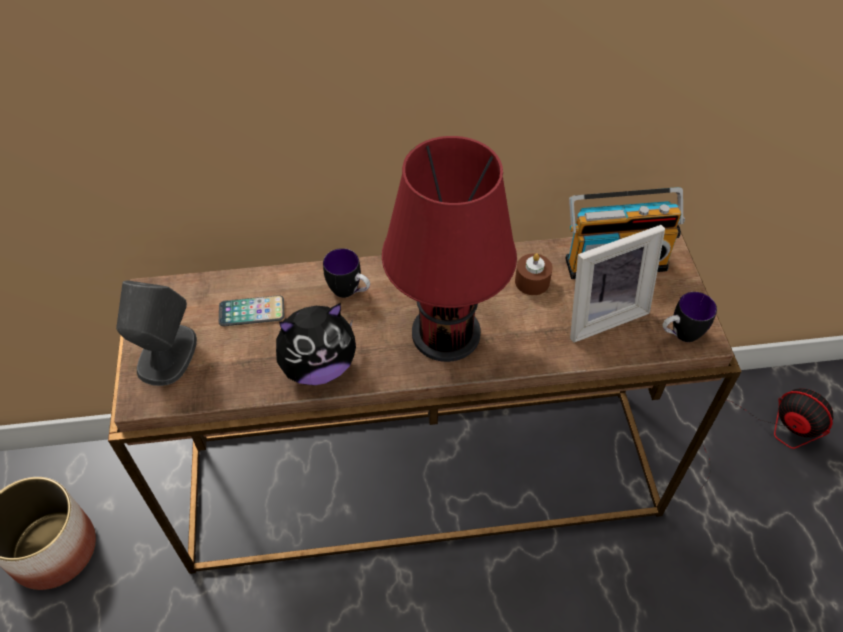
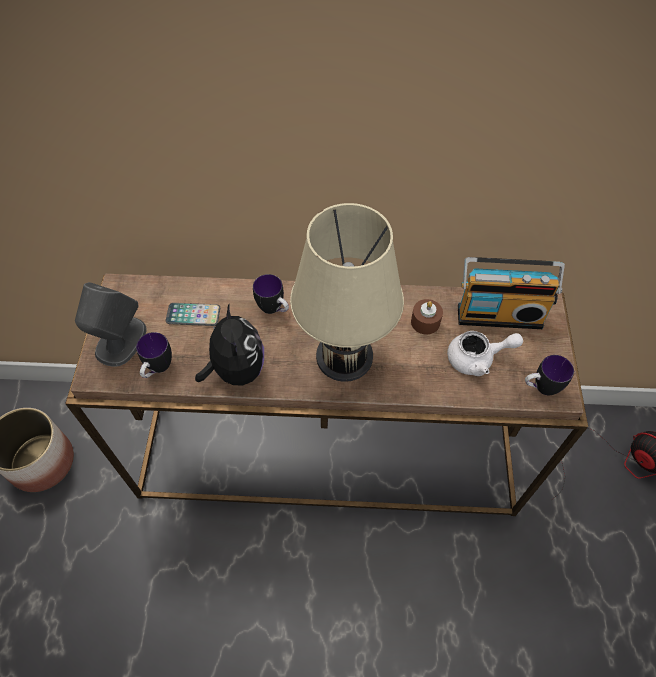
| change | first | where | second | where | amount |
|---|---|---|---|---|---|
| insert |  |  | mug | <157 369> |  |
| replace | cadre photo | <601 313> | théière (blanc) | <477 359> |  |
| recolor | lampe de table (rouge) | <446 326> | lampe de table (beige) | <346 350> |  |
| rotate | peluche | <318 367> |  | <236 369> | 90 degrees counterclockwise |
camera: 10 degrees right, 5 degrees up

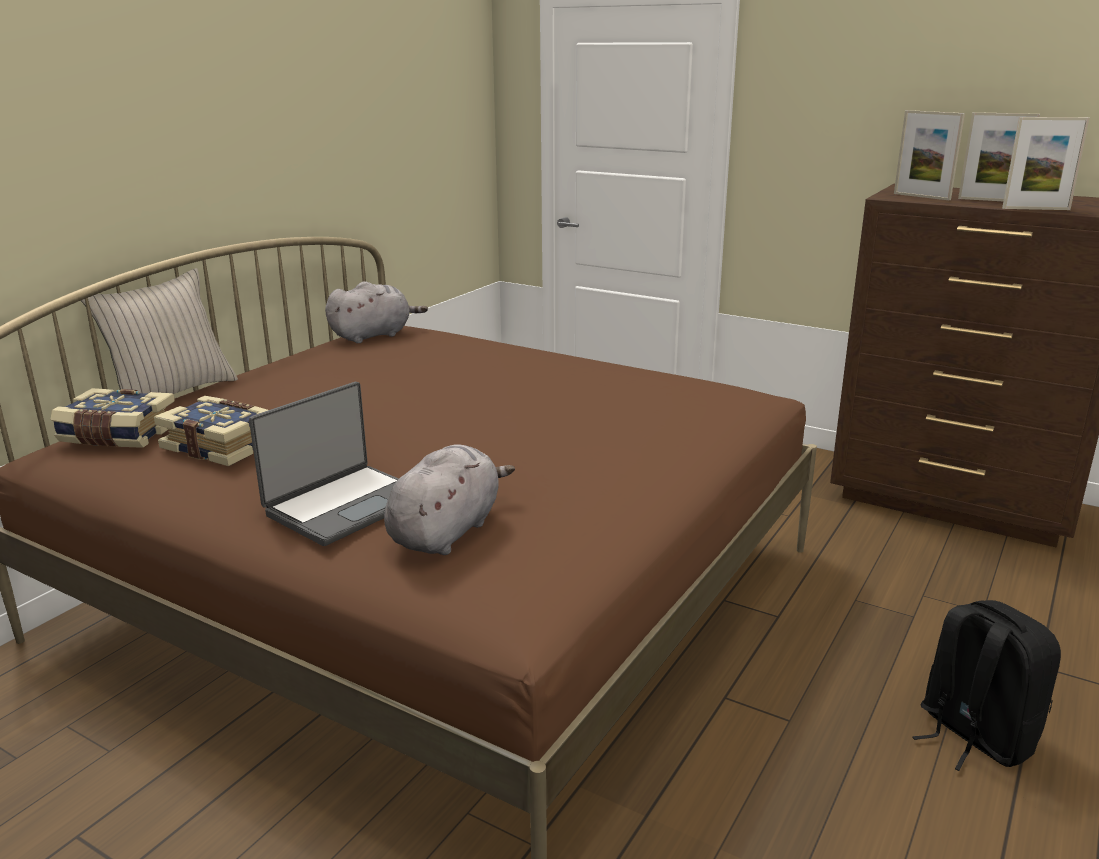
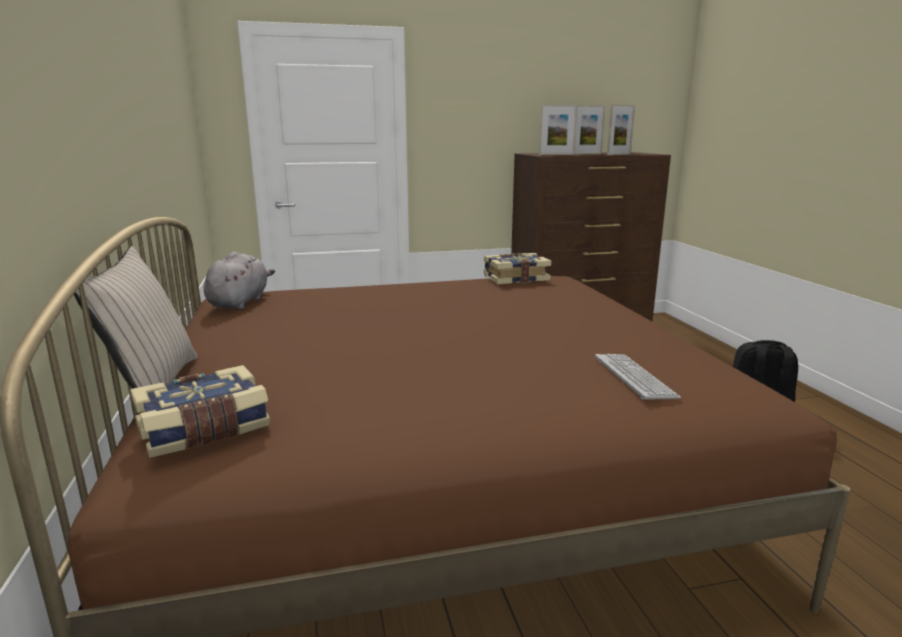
| change | first | where | second | where | amount |
|---|---|---|---|---|---|
| delete | ordinateur portable | <344 505> |  |  |  |
| move | livre | <222 445> |  | <515 278> |  |
| replace | peluche (gris) | <447 531> | clavier | <634 377> |  |
camera: 45 degrees left, 5 degrees down

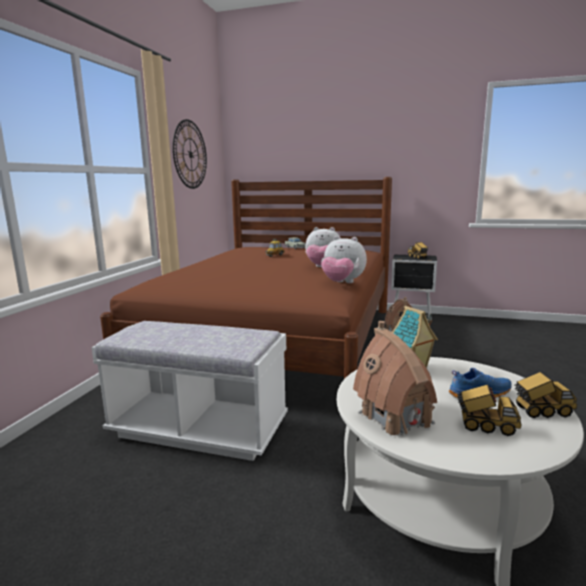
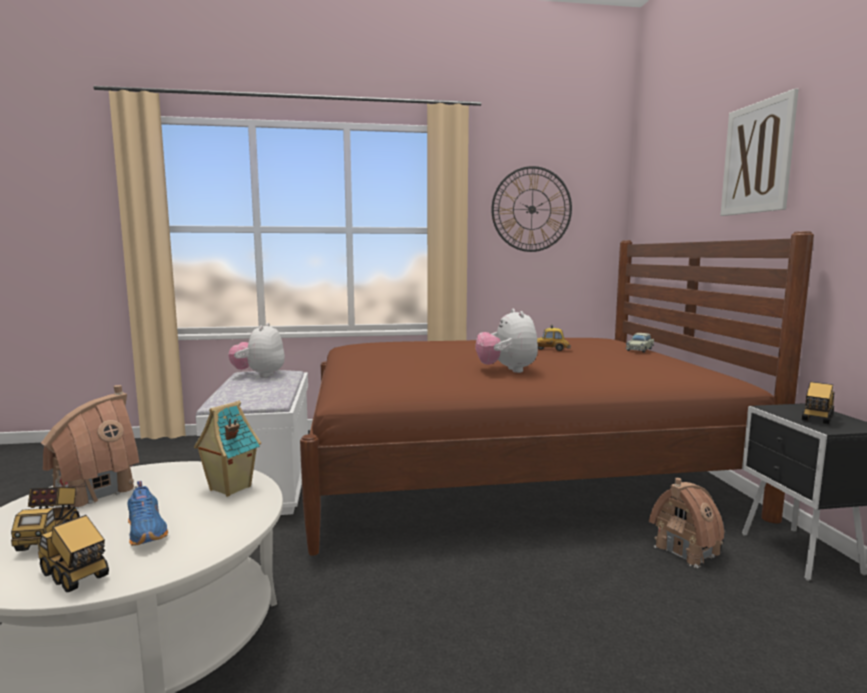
| change | first | where | second | where | amount |
|---|---|---|---|---|---|
| insert |  |  | tableau | <757 158> |  |
| move | peluche | <342 283> |  | <259 375> |  |
| rotate | camion jouet | <541 411> |  | <76 576> | 150 degrees clockwise |
camera: 65 degrees right, 5 degrees down

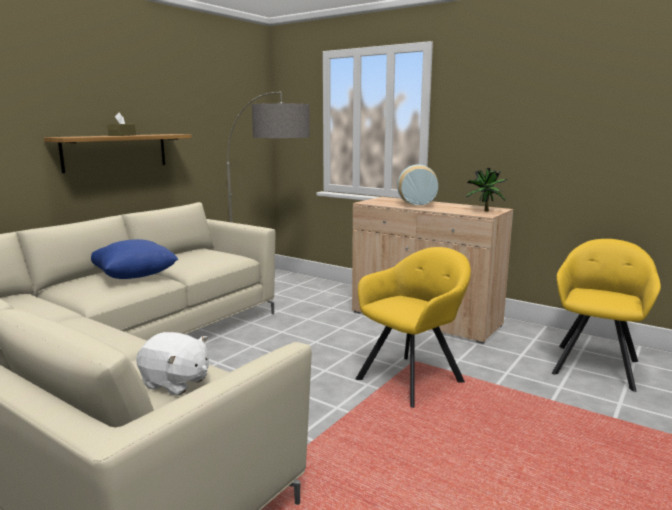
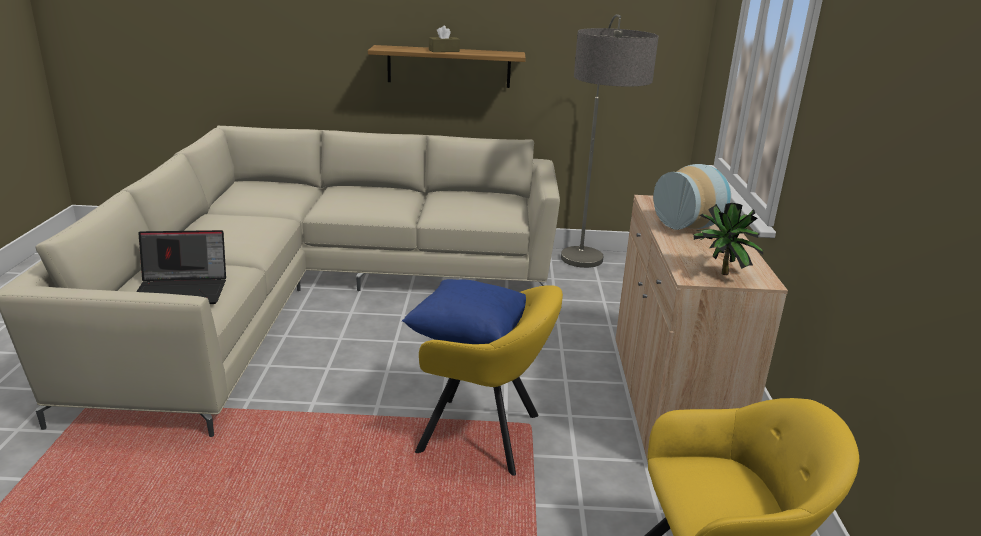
| change | first | where | second | where | amount |
|---|---|---|---|---|---|
| move | coussin (bleu) | <134 277> |  | <468 337> |  |
| replace | peluche (blanc) | <175 383> | ordinateur portable | <182 290> |  |
camera: 55 degrees right, 10 degrees up

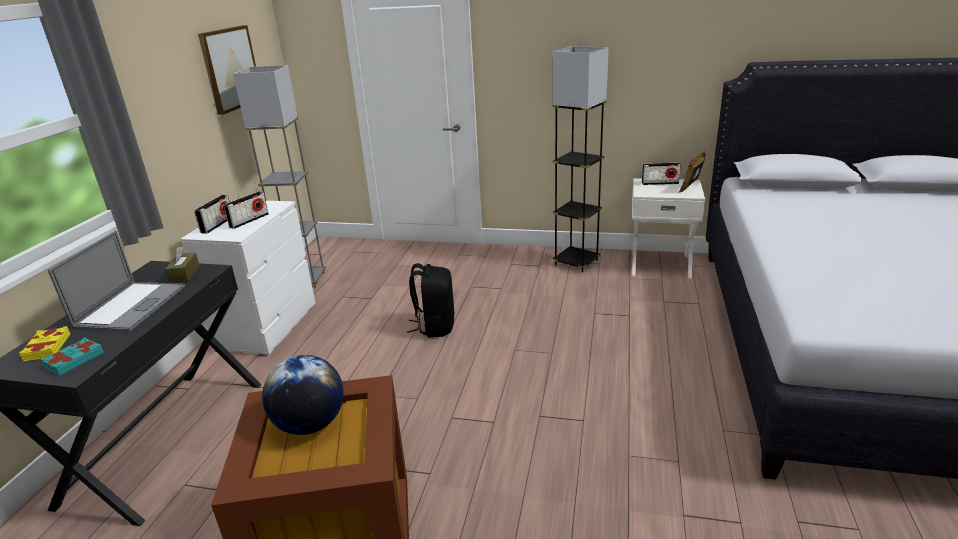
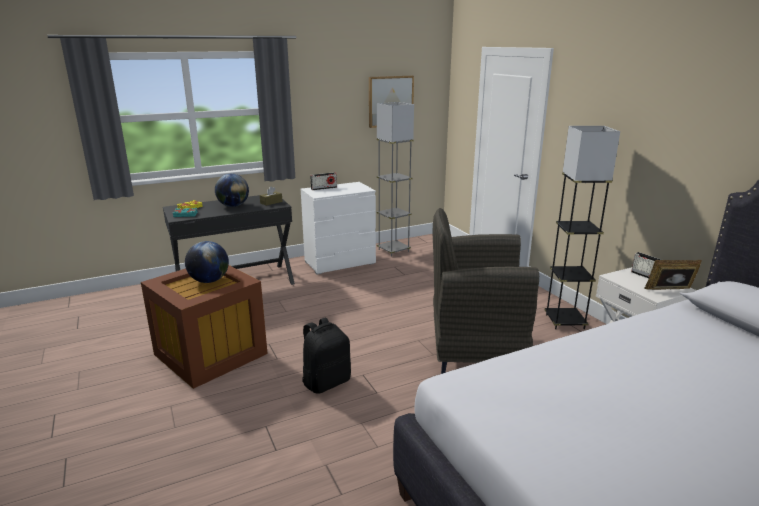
| change | first | where | second | where | amount |
|---|---|---|---|---|---|
| delete | radio | <249 220> |  |  |  |
| insert |  |  | fauteuil (gris) | <474 352> |  |
| move | sac à dos (noir) | <435 326> |  | <326 382> |  |
| replace | ordinateur portable | <131 306> | globe | <233 206> |  |
camera: 50 degrees right, 5 degrees down

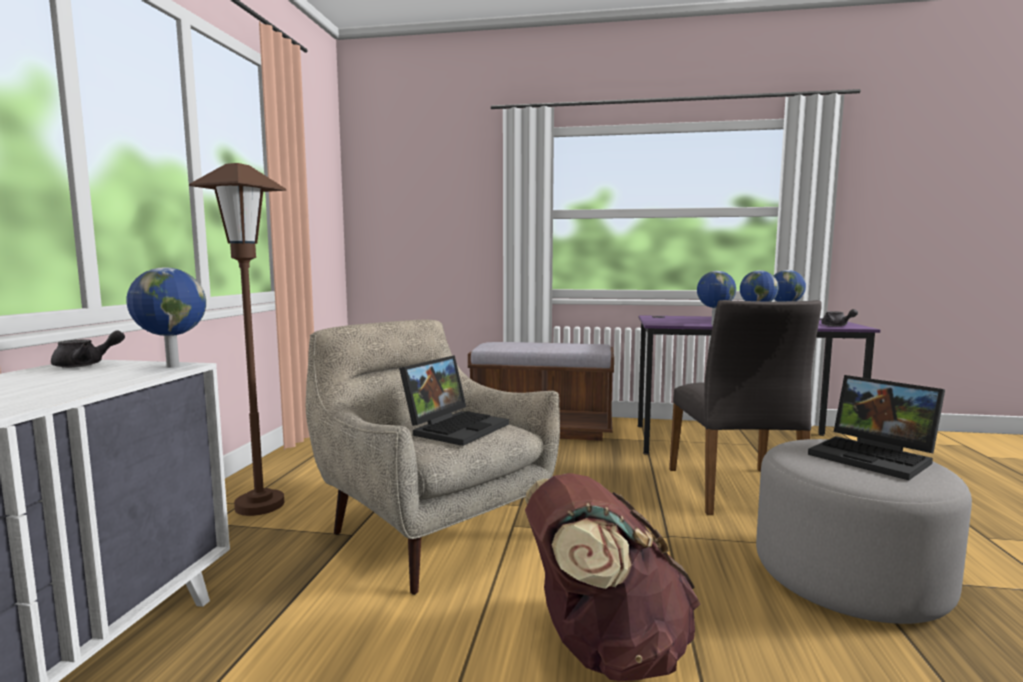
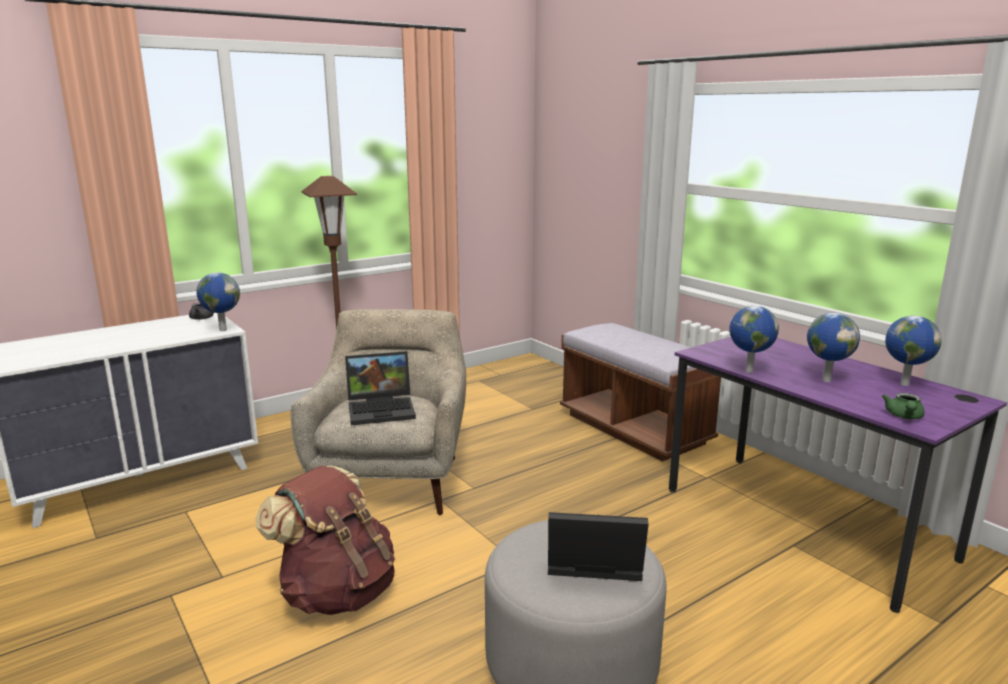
| change | first | where | second | where | amount |
|---|---|---|---|---|---|
| delete | chaise (gris) | <735 491> |  |  |  |
| recolor | théière (gris) | <837 326> | théière (vert) | <904 417> |  |
| rotate | ordinateur portable | <875 457> |  | <591 563> | 90 degrees clockwise |
camera: 45 degrees right, 10 degrees up

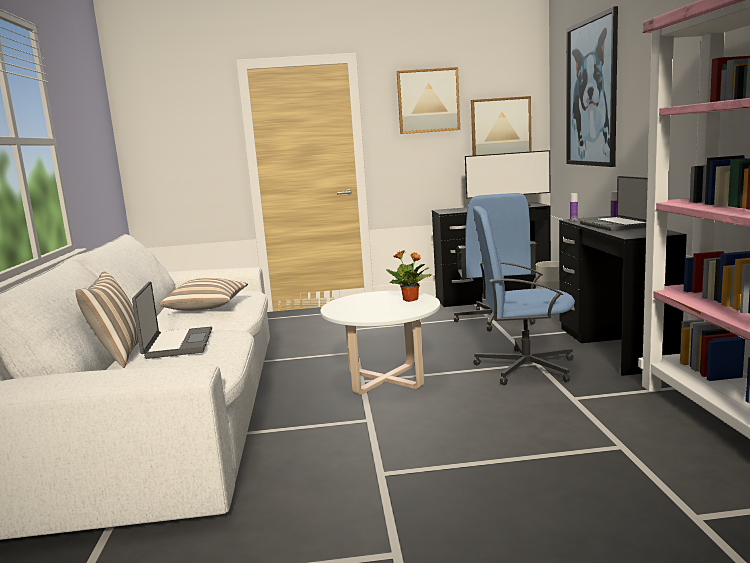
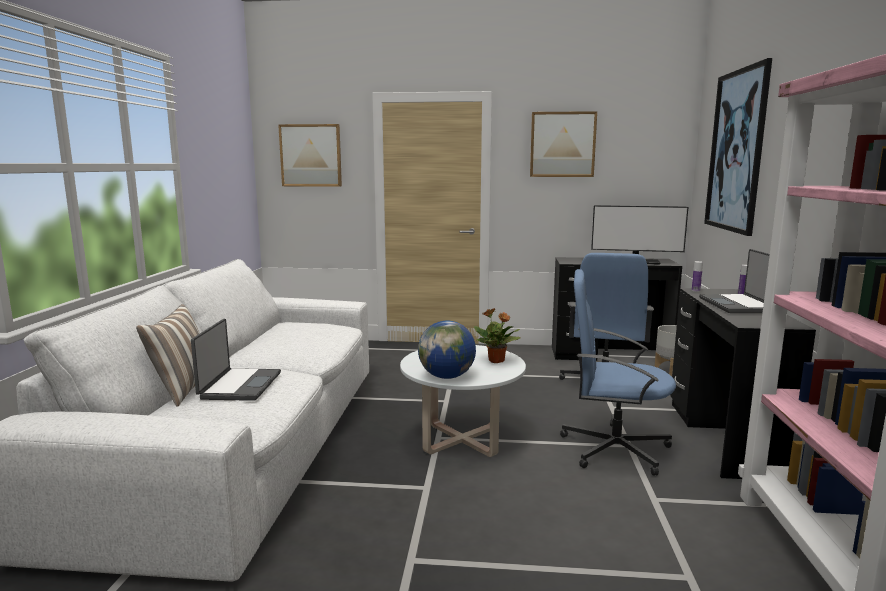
| change | first | where | second | where | amount |
|---|---|---|---|---|---|
| delete | coussin | <208 307> |  |  |  |
| insert |  |  | globe | <447 377> |  |
| move | tableau | <500 128> |  | <311 155> |  |
camera: 10 degrees right, 0 degrees up

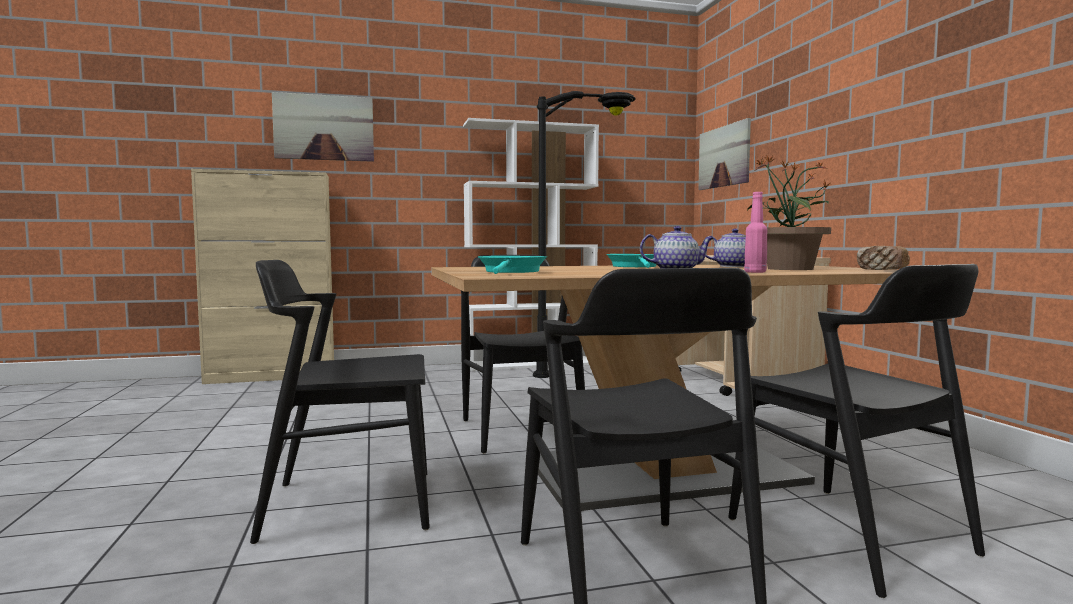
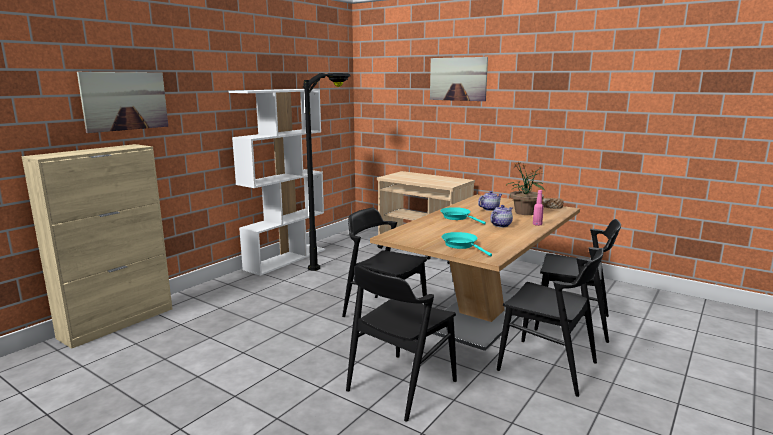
| change | first | where | second | where | amount |
|---|---|---|---|---|---|
| move | tableau | <724 156> |  | <458 79> |  |
camera: 40 degrees left, 10 degrees up

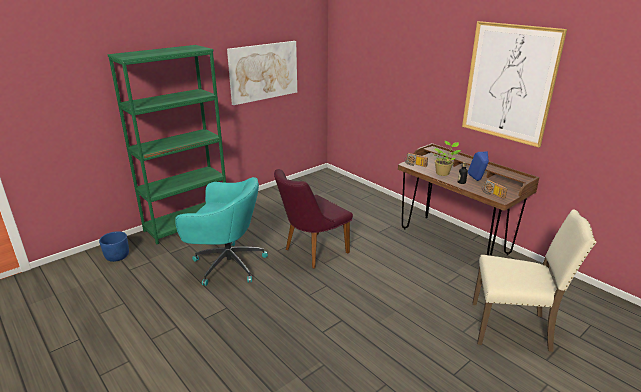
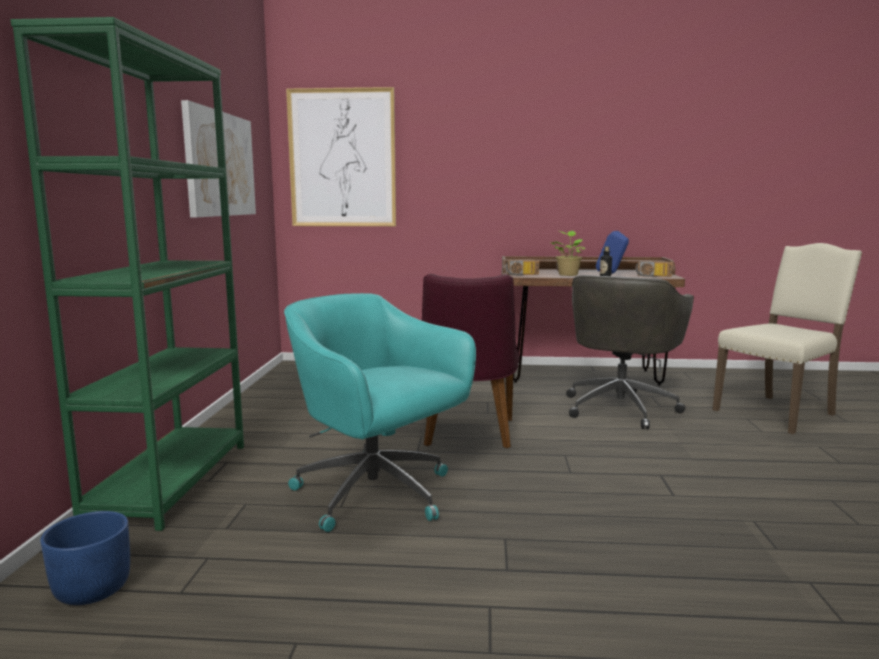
| change | first | where | second | where | amount |
|---|---|---|---|---|---|
| insert |  |  | chaise de bureau (gris) | <621 407> |  |
| move | tableau | <509 83> |  | <342 158> |  |
| rotate | chaise de bureau (turquoise) | <227 264> |  | <377 495> | 105 degrees counterclockwise |
camera: 45 degrees left, 15 degrees down

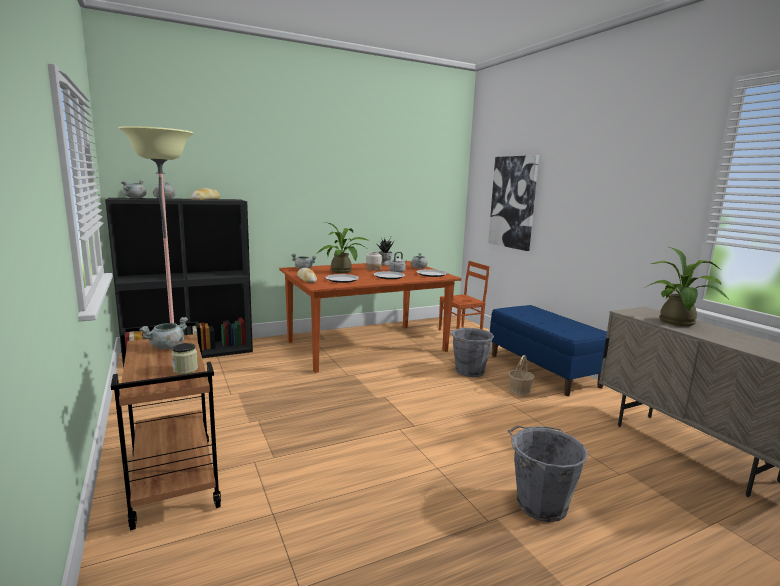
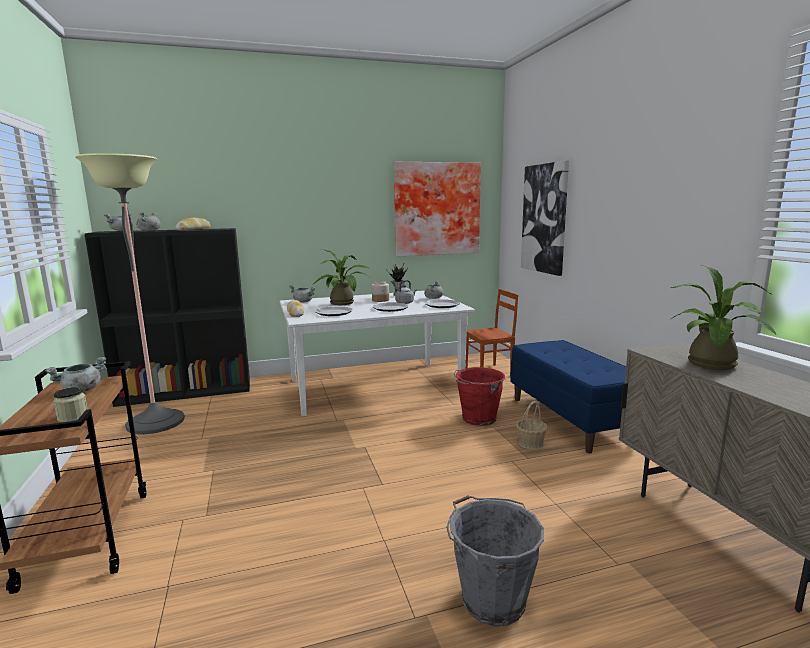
| change | first | where | second | where | amount |
|---|---|---|---|---|---|
| insert |  |  | tableau | <436 209> |  |
| recolor | table à manger (marron) | <366 346> | table à manger (blanc) | <373 387> |  |
| recolor | seau (gris) | <469 371> | seau (rouge) | <478 419> |  |
camera: 10 degrees right, 0 degrees up

